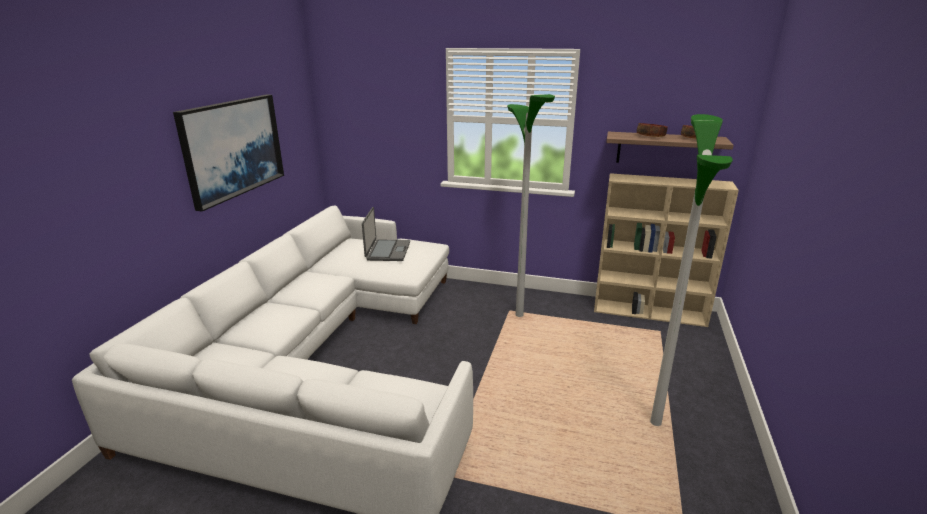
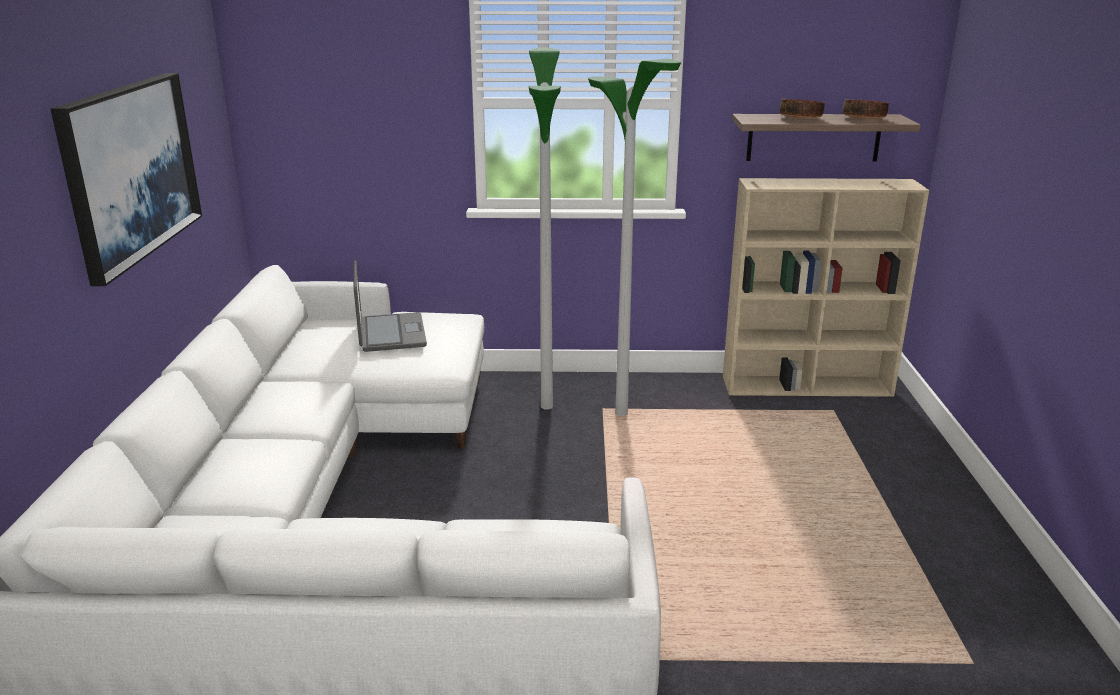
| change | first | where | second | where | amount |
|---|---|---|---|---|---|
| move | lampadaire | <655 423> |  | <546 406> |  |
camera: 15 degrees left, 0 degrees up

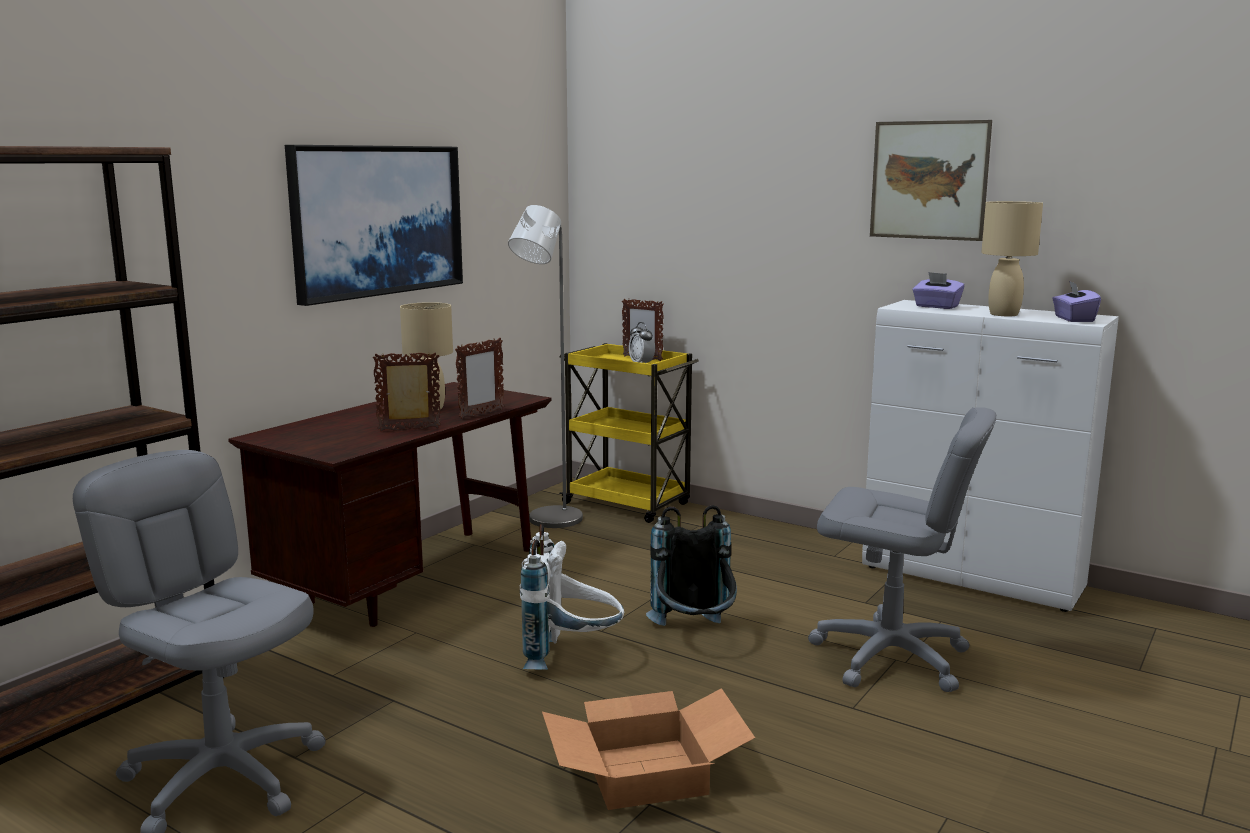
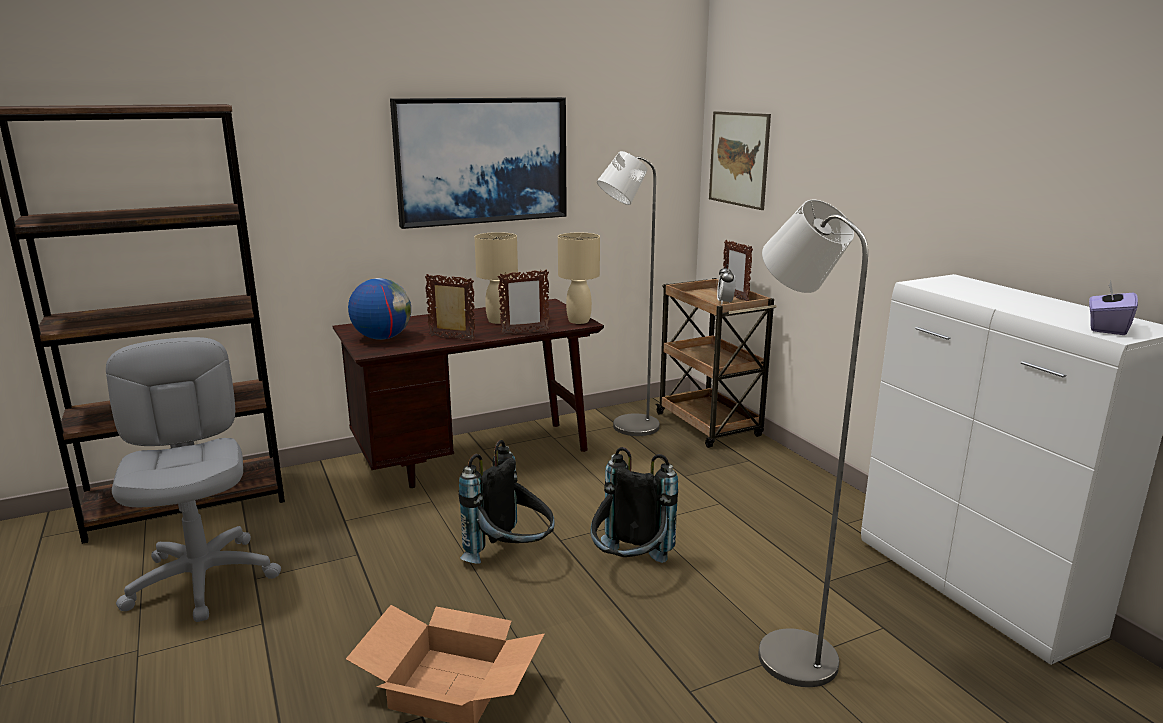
| change | first | where | second | where | amount |
|---|---|---|---|---|---|
| delete | boîte à mouchoirs (violet) | <936 306> |  |  |  |
| insert |  |  | globe | <382 338> |  |
| move | tableau | <929 180> |  | <739 159> |  |
| move | lampe de table (beige) | <1003 314> |  | <578 321> |  |
| replace | chaise de bureau (gris) | <890 657> | lampadaire (gris) | <785 650> |  |
| recolor | sac à dos (blanc) | <571 657> | sac à dos (noir) | <512 557> |  |
| recolor | chariot (jaune) | <628 504> | chariot (marron) | <709 426> |  |
camera: 30 degrees right, 5 degrees up

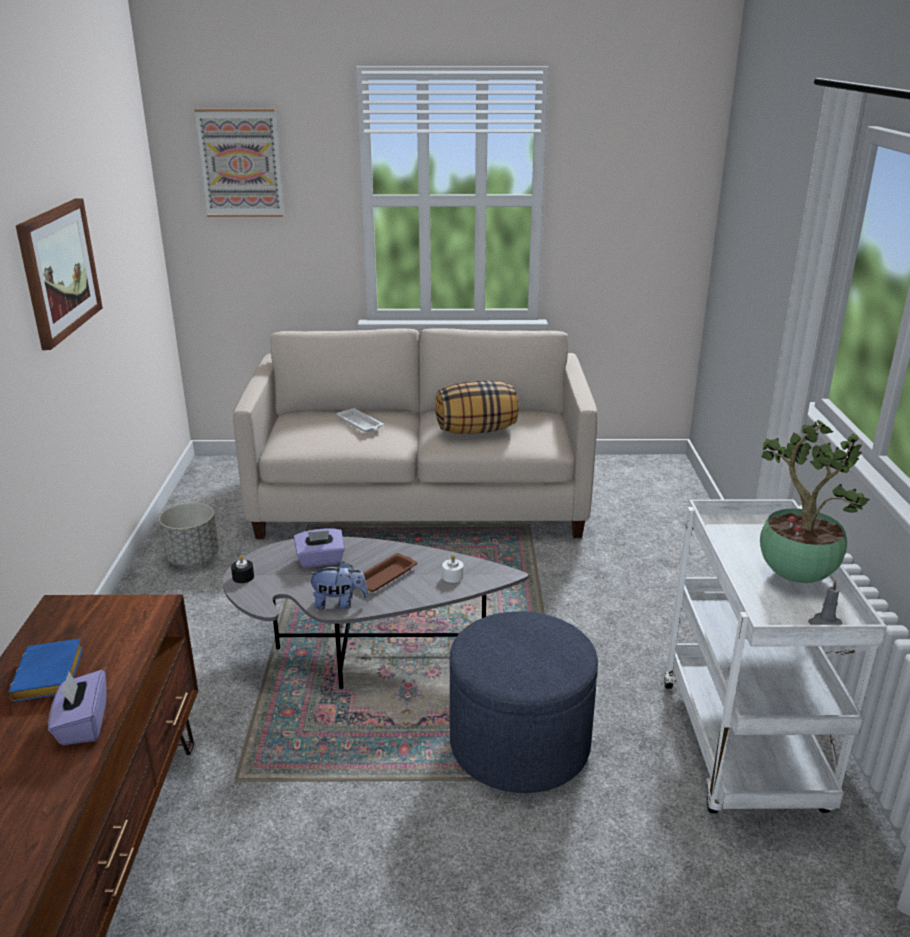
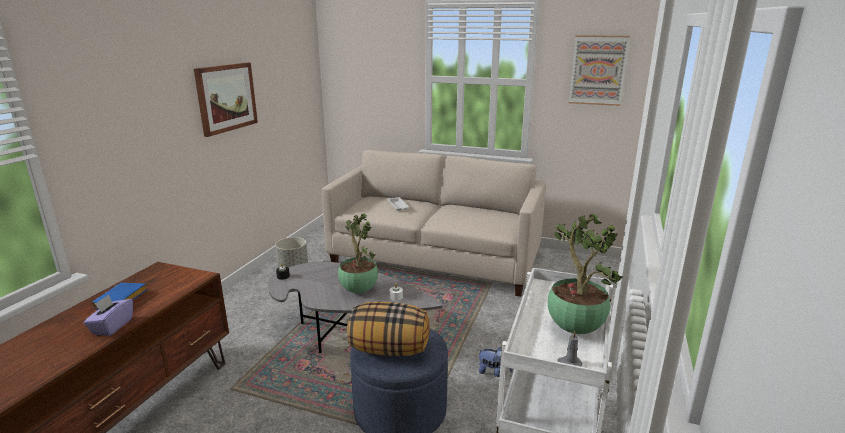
| change | first | where | second | where | amount |
|---|---|---|---|---|---|
| delete | boîte à mouchoirs (violet) | <320 560> |  |  |  |
| move | tableau | <241 163> |  | <598 70> |  |
| move | peluche | <339 603> |  | <494 372> |  |
| move | coussin | <476 430> |  | <389 349> |  |
| replace | plateau (marron) | <386 576> | plante en pot | <358 290> |  |
camera: 20 degrees right, 5 degrees down

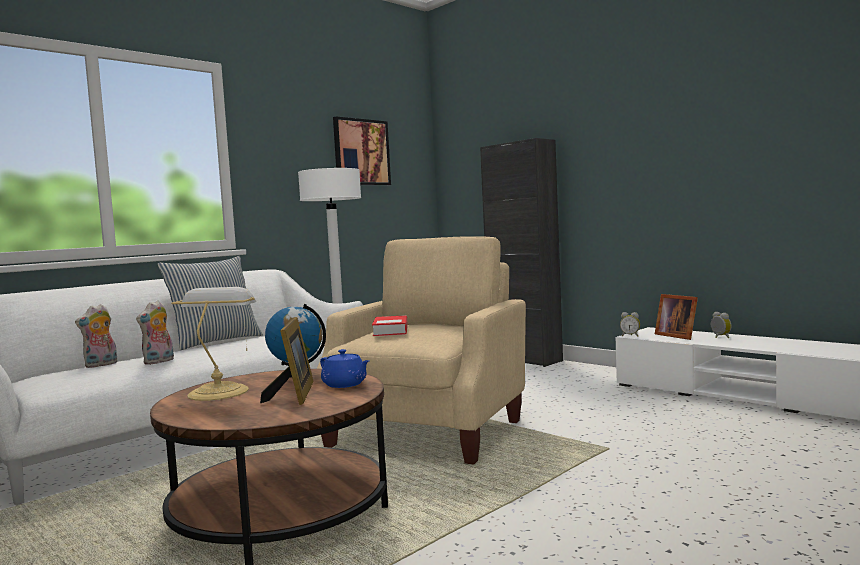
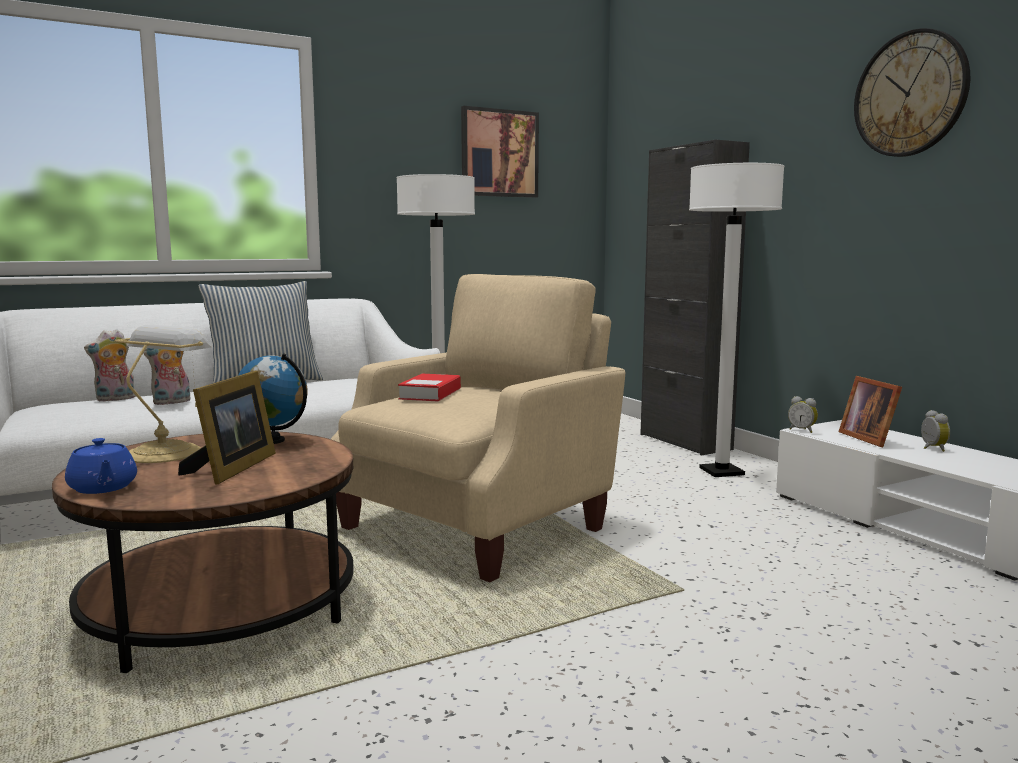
| change | first | where | second | where | amount |
|---|---|---|---|---|---|
| insert |  |  | lampadaire (blanc) | <721 472> |  |
| insert |  |  | horloge murale | <910 94> |  |
| move | théière (bleu) | <345 384> |  | <103 488> |  |
camera: 15 degrees right, 5 degrees up

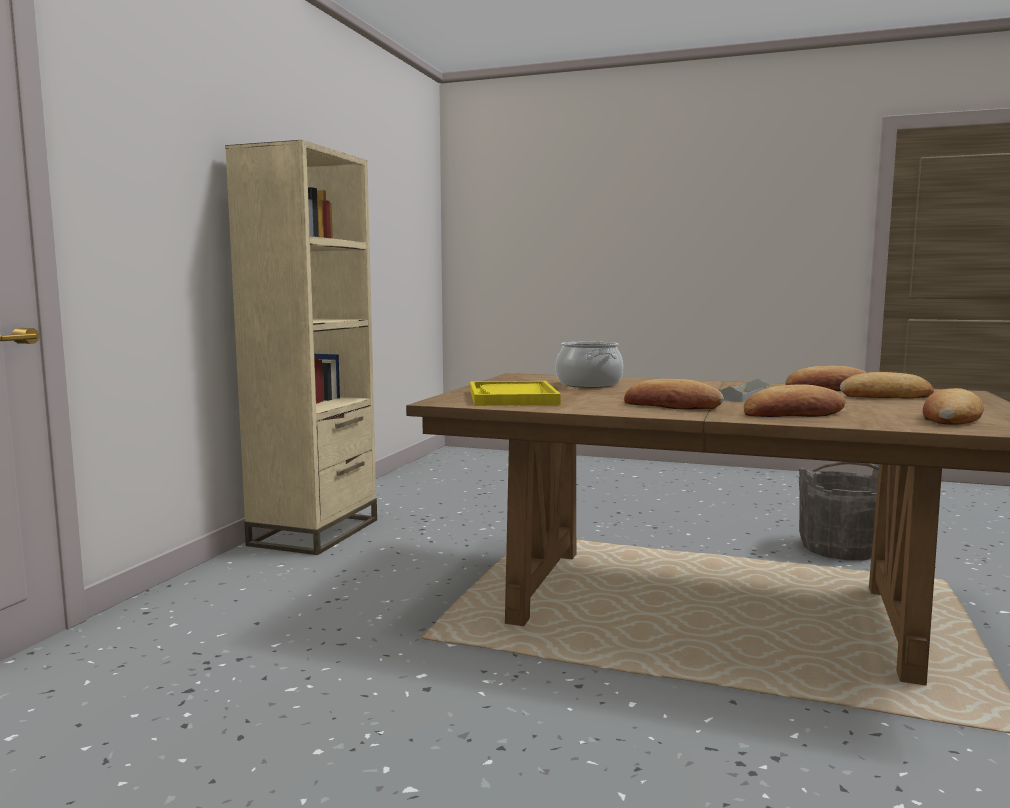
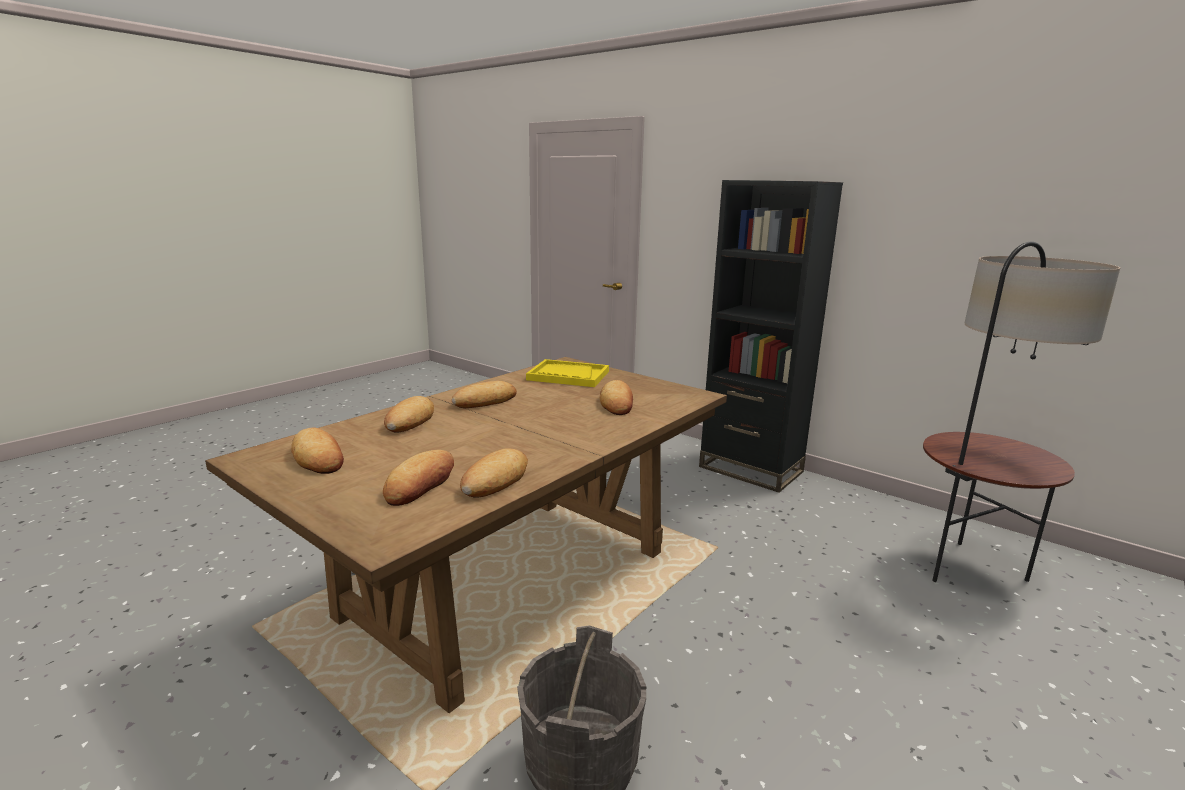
| change | first | where | second | where | amount |
|---|---|---|---|---|---|
| delete | plateau (gris) | <744 396> |  |  |  |
| insert |  |  | lampadaire | <967 569> |  |
| replace | marmite | <588 384> | pain | <617 403> |  |
| recolor | bibliothèque (beige) | <315 532> | bibliothèque (noir) | <750 469> |  |
camera: 110 degrees right, 10 degrees up

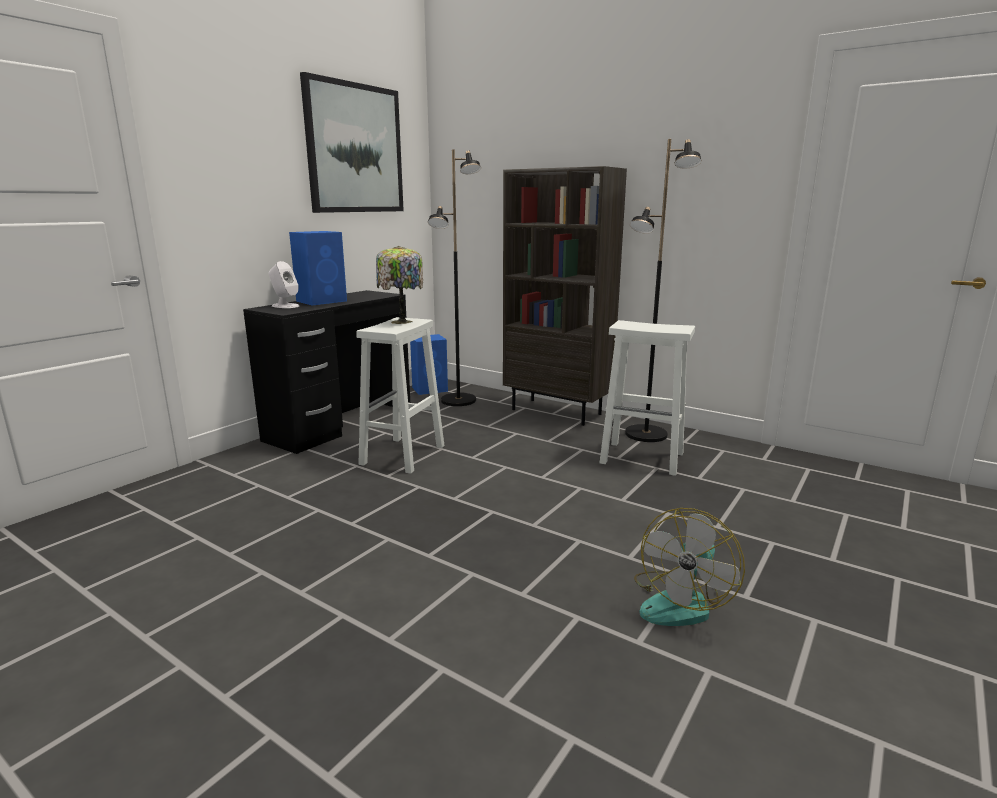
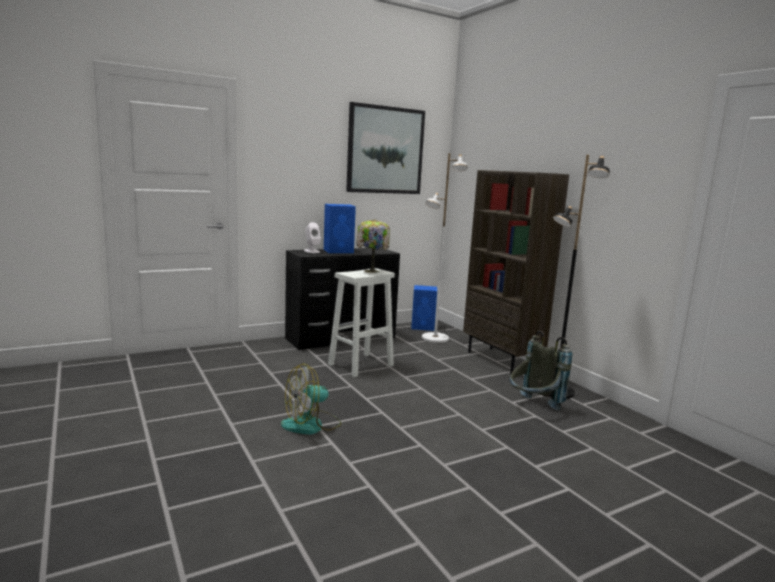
| change | first | where | second | where | amount |
|---|---|---|---|---|---|
| move | ventilateur | <680 602> |  | <311 425> |  |
| replace | tabouret (blanc) | <643 458> | sac à dos (gris) | <533 407> |  |
| recolor | lampadaire (noir) | <458 401> | lampadaire (blanc) | <435 338> |  |
camera: 25 degrees right, 5 degrees down

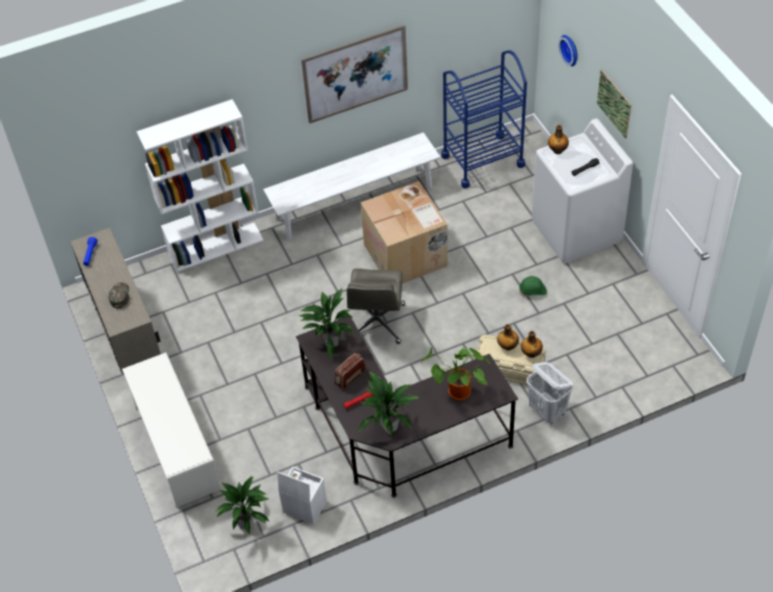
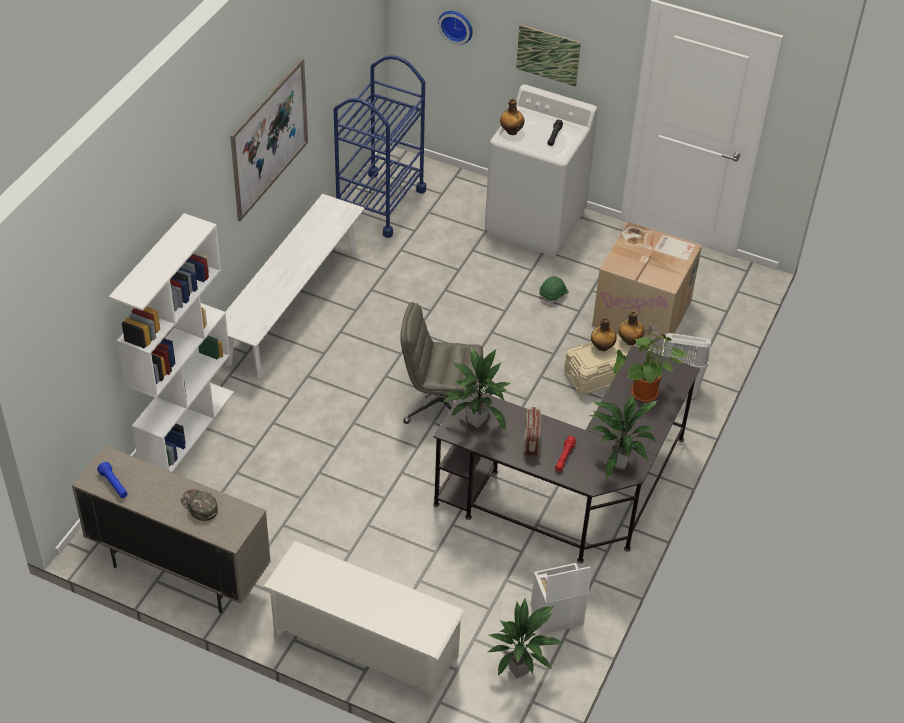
| change | first | where | second | where | amount |
|---|---|---|---|---|---|
| move | carton | <406 255> |  | <643 313> |  |
| rotate | chaise de bureau (gris) | <377 323> |  | <439 405> | 135 degrees clockwise |
camera: 45 degrees left, 5 degrees down

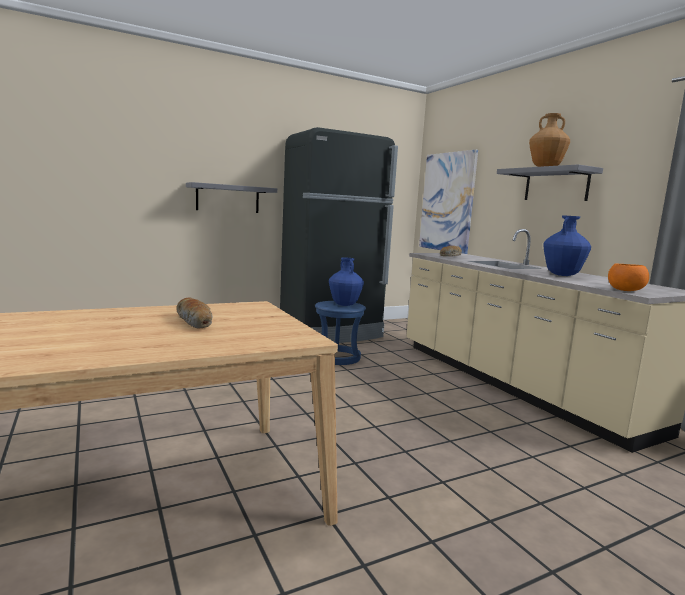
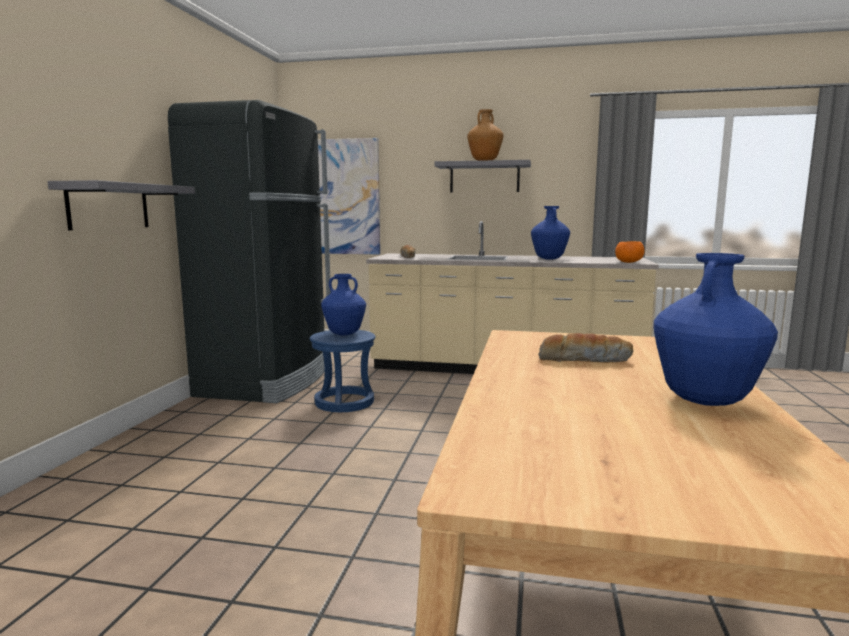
| change | first | where | second | where | amount |
|---|---|---|---|---|---|
| insert |  |  | vase (bleu) | <705 401> |  |
camera: 50 degrees left, 0 degrees up

